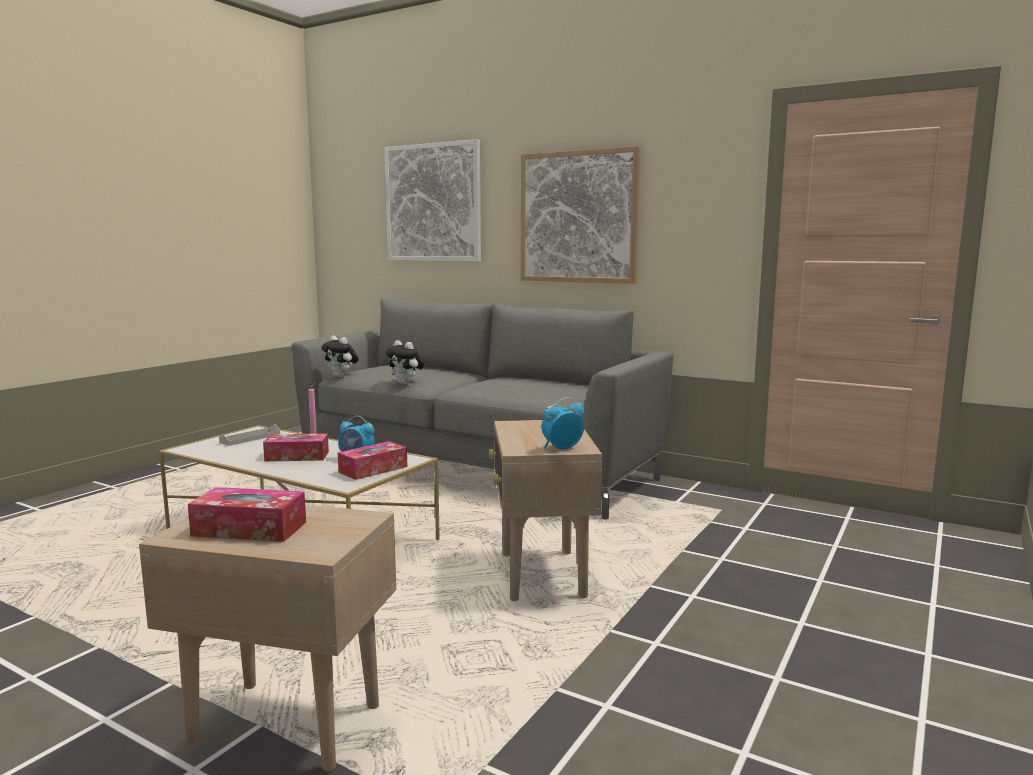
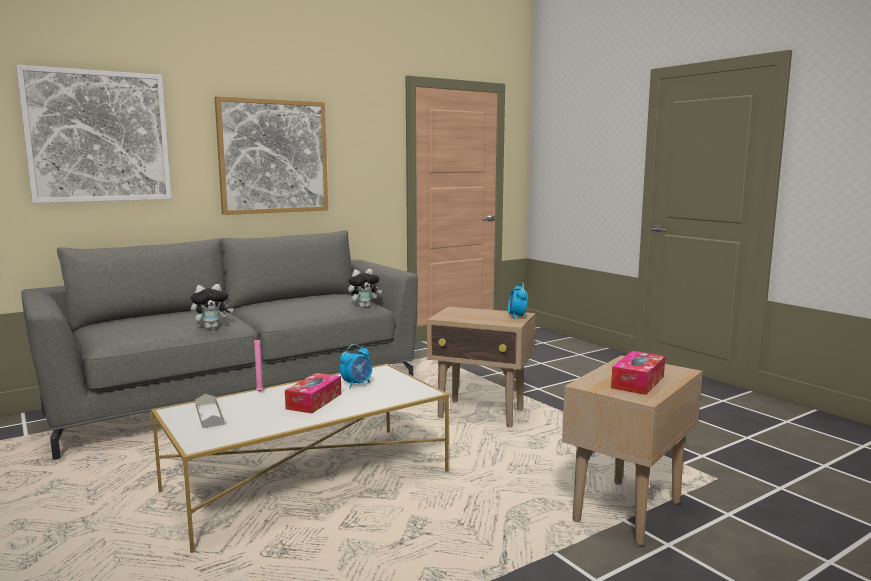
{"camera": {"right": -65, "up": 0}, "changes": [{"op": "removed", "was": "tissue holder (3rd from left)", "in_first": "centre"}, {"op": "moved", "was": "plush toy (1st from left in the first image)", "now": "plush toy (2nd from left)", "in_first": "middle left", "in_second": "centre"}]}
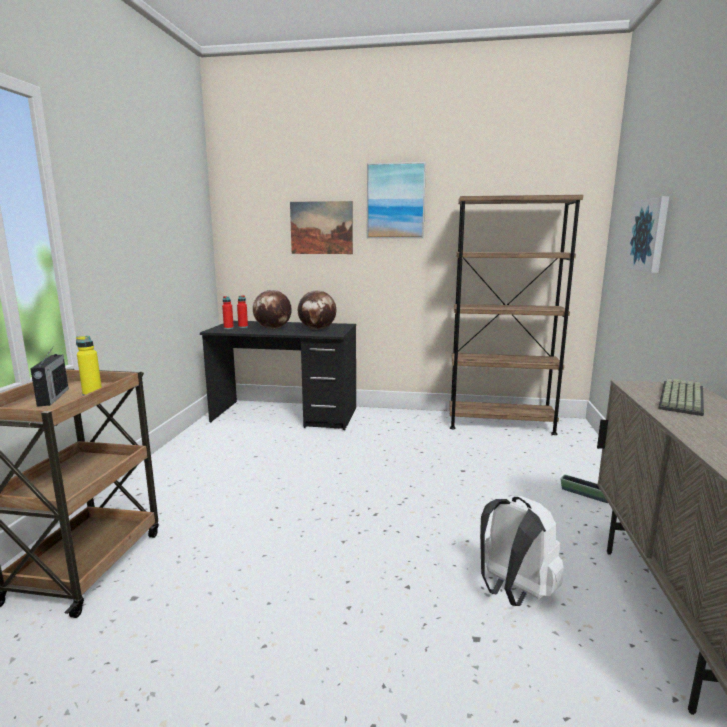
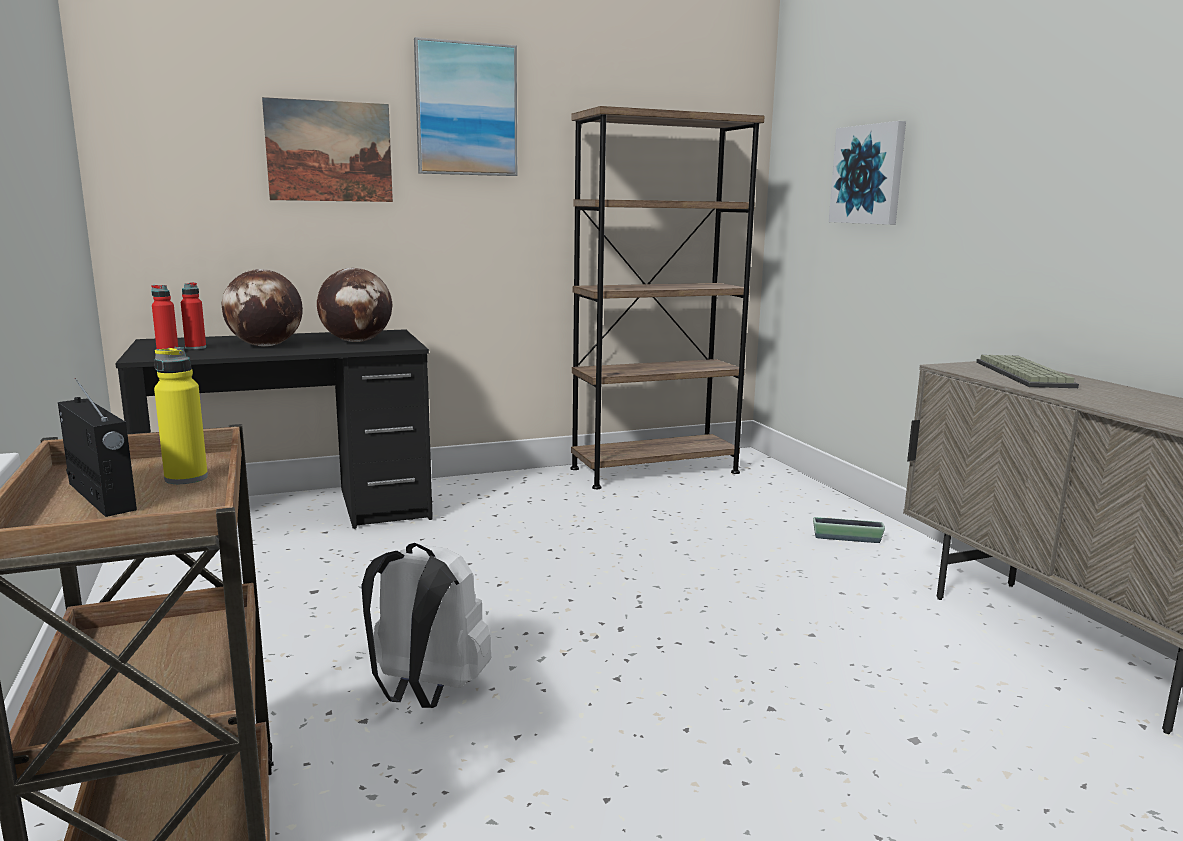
{"camera": {"right": -30, "up": 0}, "changes": [{"op": "moved", "was": "whitish knapsack", "in_first": "bottom right", "in_second": "bottom centre"}]}
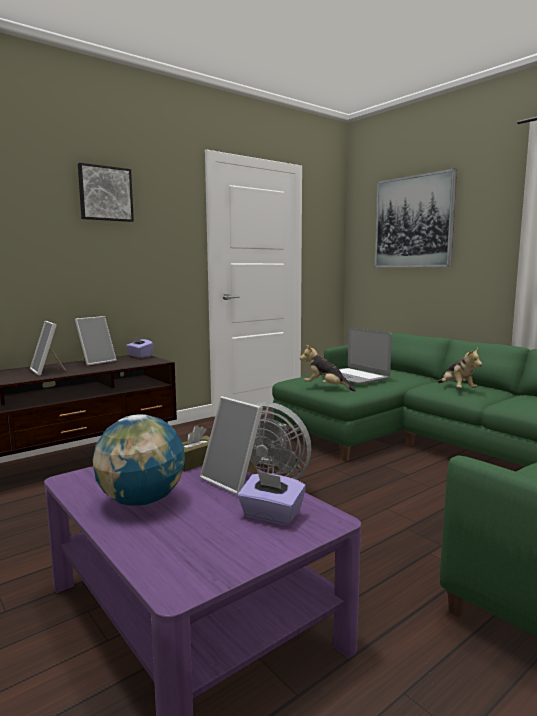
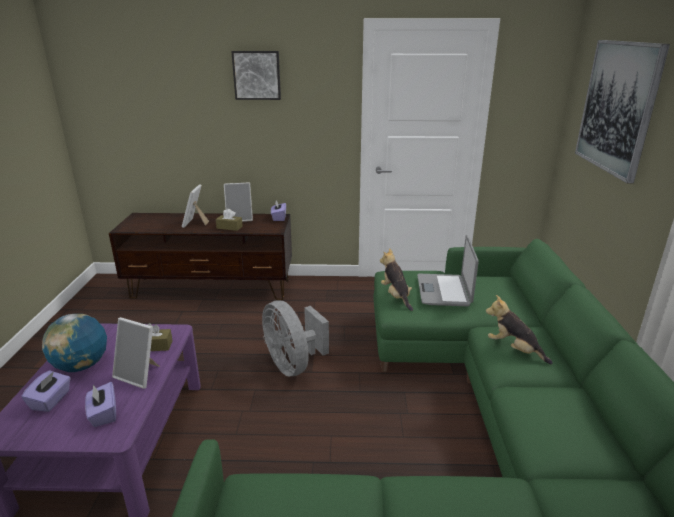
{"camera": {"right": 40, "up": 15}, "changes": [{"op": "added", "now": "purple tissue holder (1st from left)", "in_second": "bottom left"}, {"op": "added", "now": "brownish tissue holder (2nd from left)", "in_second": "centre"}, {"op": "turned", "was": "picture frame (3rd from left in the first image)", "in_first": "centre", "in_second": "bottom left", "clockwise": -60}, {"op": "turned", "was": "plush toy (2nd from left)", "in_first": "middle right", "in_second": "middle right", "clockwise": 105}]}
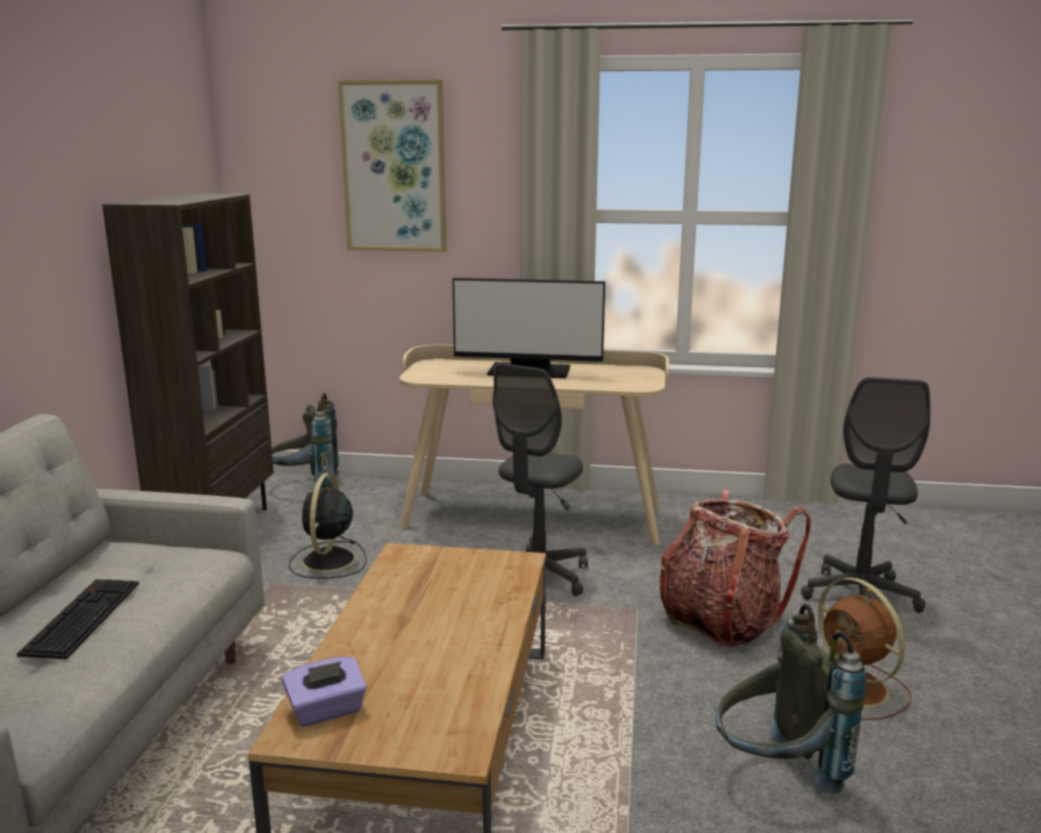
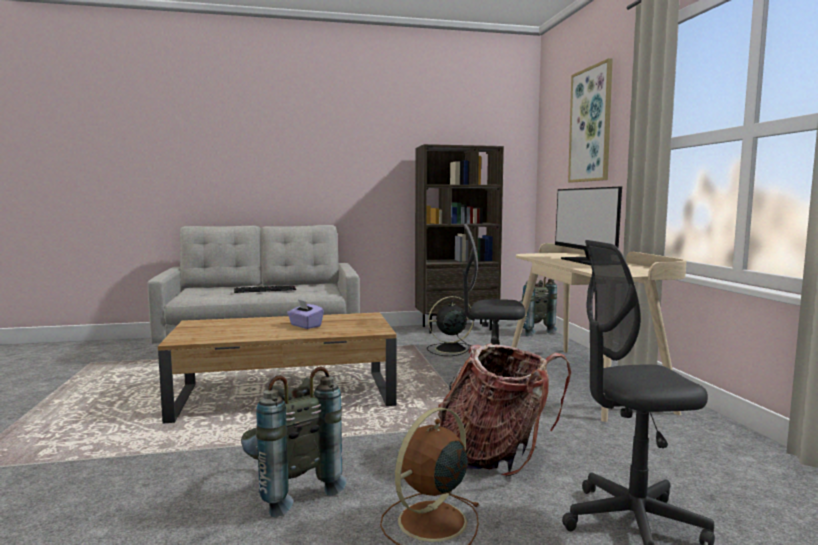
{"camera": {"right": 70, "up": -10}, "changes": [{"op": "moved", "was": "purple tissue holder", "in_first": "bottom left", "in_second": "centre"}]}
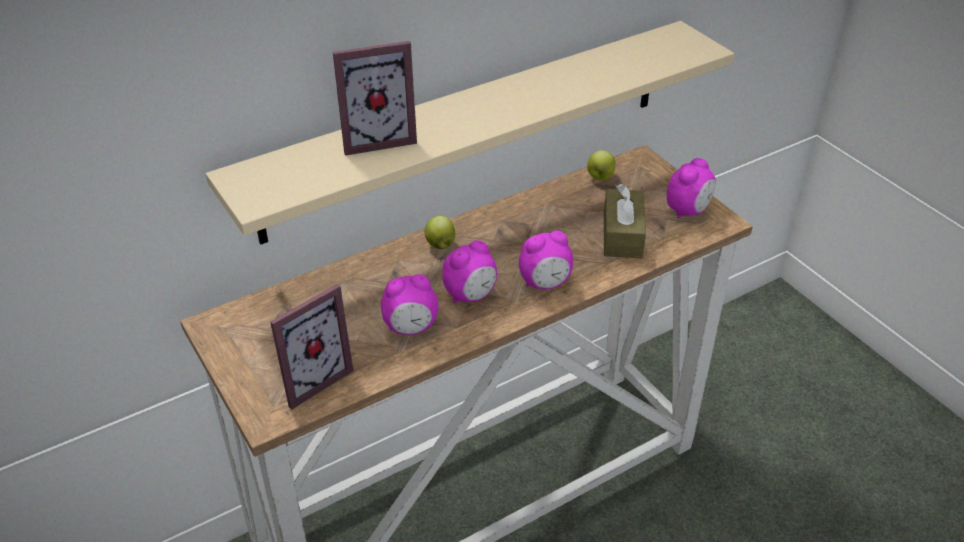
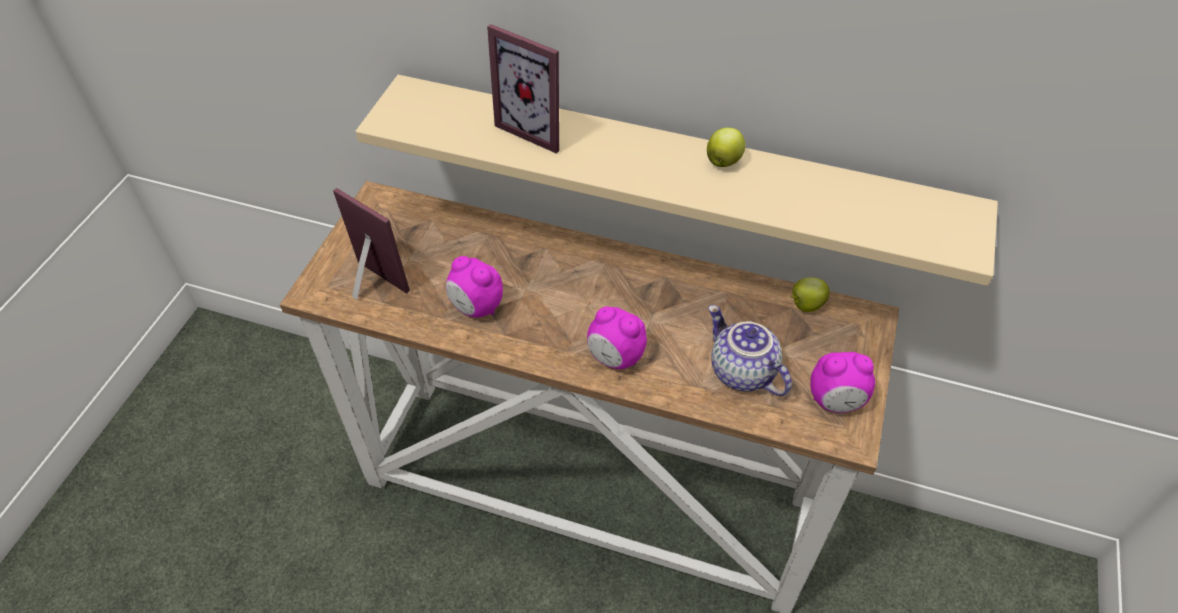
{"camera": {"right": 50, "up": 10}, "changes": [{"op": "removed", "was": "alarm clock (2nd from left)", "in_first": "centre"}, {"op": "moved", "was": "apple fruit (1st from left)", "in_first": "centre", "in_second": "top centre"}, {"op": "replaced", "was": "brownish tissue holder", "now": "pot for tea", "in_first": "centre", "in_second": "centre"}, {"op": "turned", "was": "picture frame (1st from left)", "in_first": "middle left", "in_second": "middle left", "clockwise": -150}]}
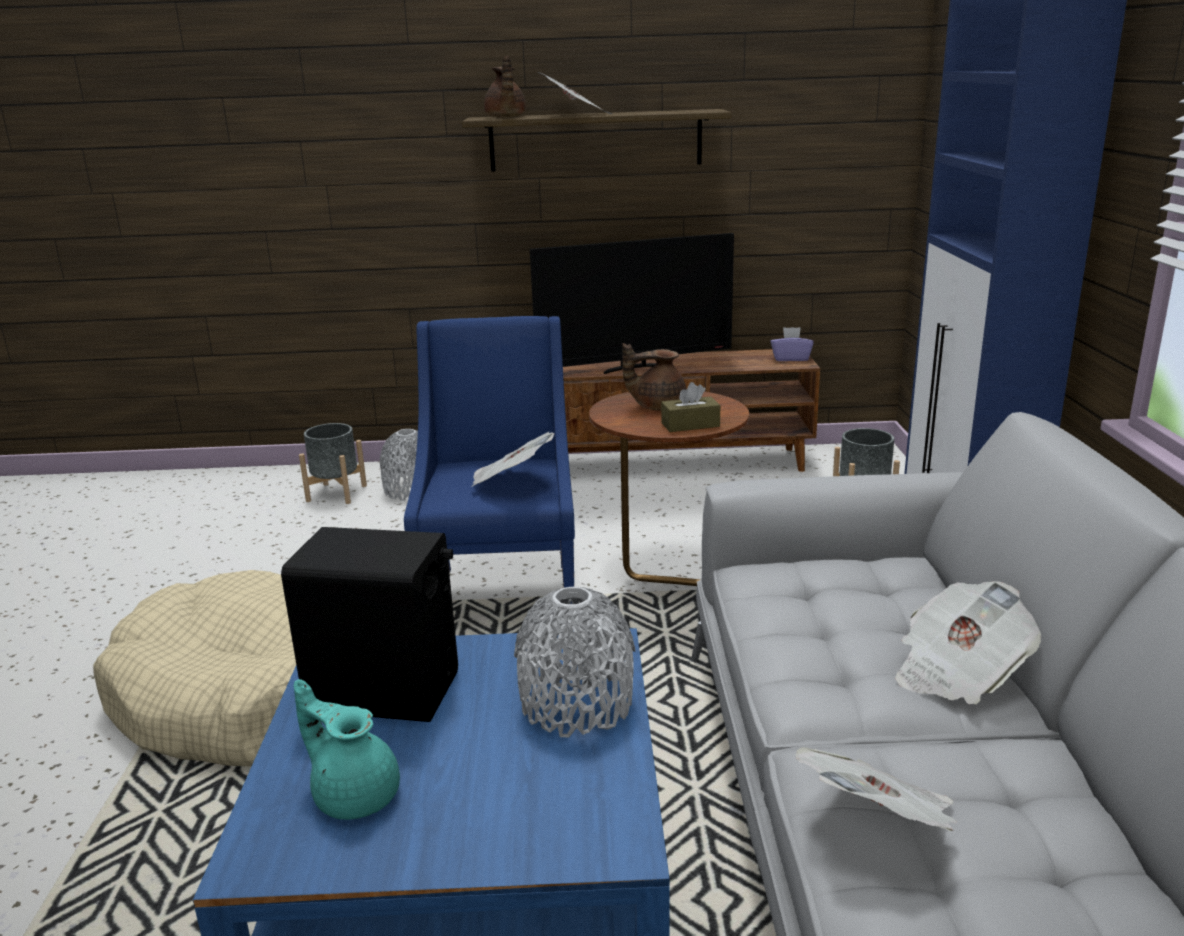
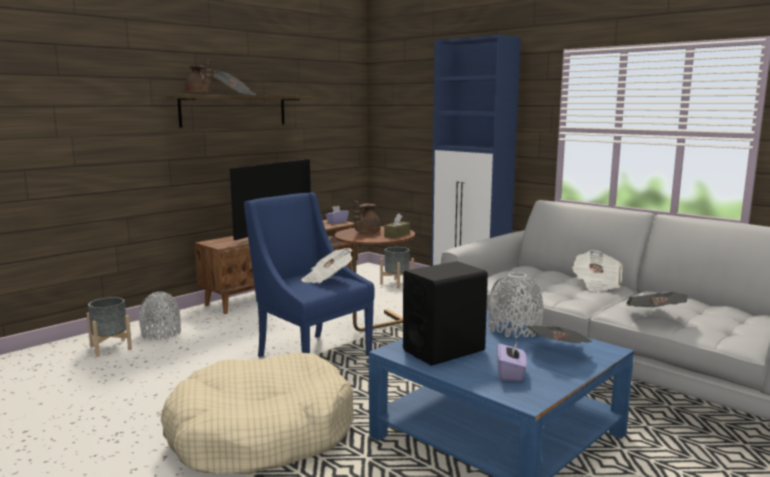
{"camera": {"right": -45, "up": -10}, "changes": [{"op": "added", "now": "printed paper (3rd from left)", "in_second": "bottom right"}, {"op": "replaced", "was": "turquoise pot for tea", "now": "purple tissue holder (2nd from left)", "in_first": "bottom left", "in_second": "bottom centre"}]}
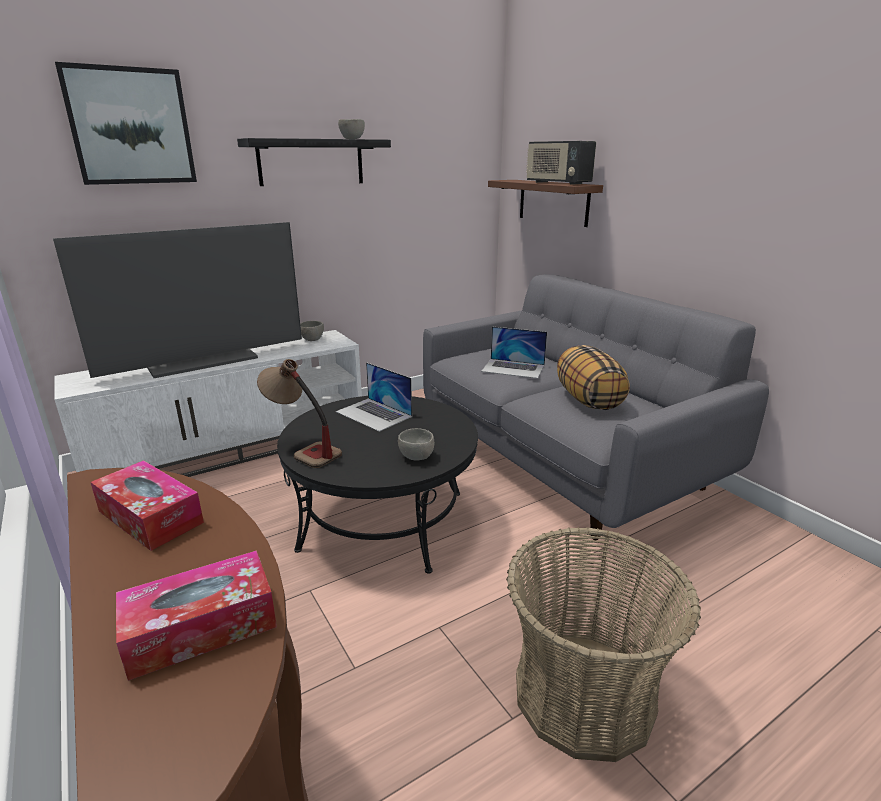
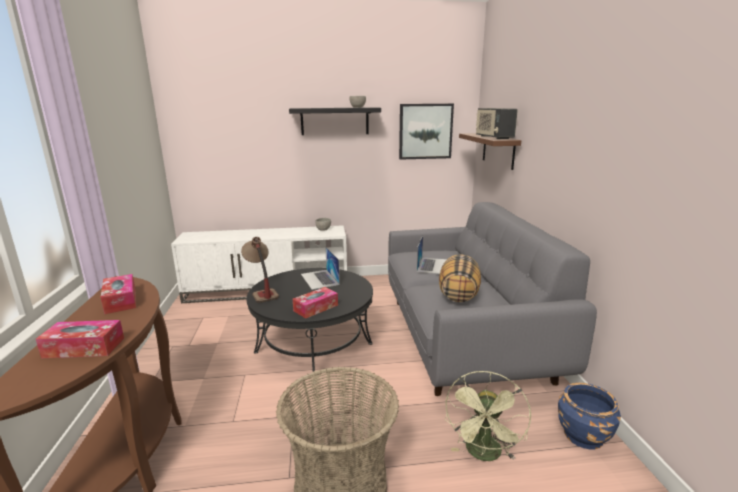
{"camera": {"right": 25, "up": -5}, "changes": [{"op": "removed", "was": "television", "in_first": "middle left"}, {"op": "added", "now": "greenish fan", "in_second": "bottom centre"}, {"op": "added", "now": "blue-coloured plant pot", "in_second": "bottom right"}, {"op": "moved", "was": "wall picture", "in_first": "top left", "in_second": "top centre"}, {"op": "replaced", "was": "grey bowl (3rd from left)", "now": "tissue holder (3rd from left)", "in_first": "centre", "in_second": "centre"}, {"op": "turned", "was": "portable computer (2nd from left)", "in_first": "centre", "in_second": "centre", "clockwise": -120}]}
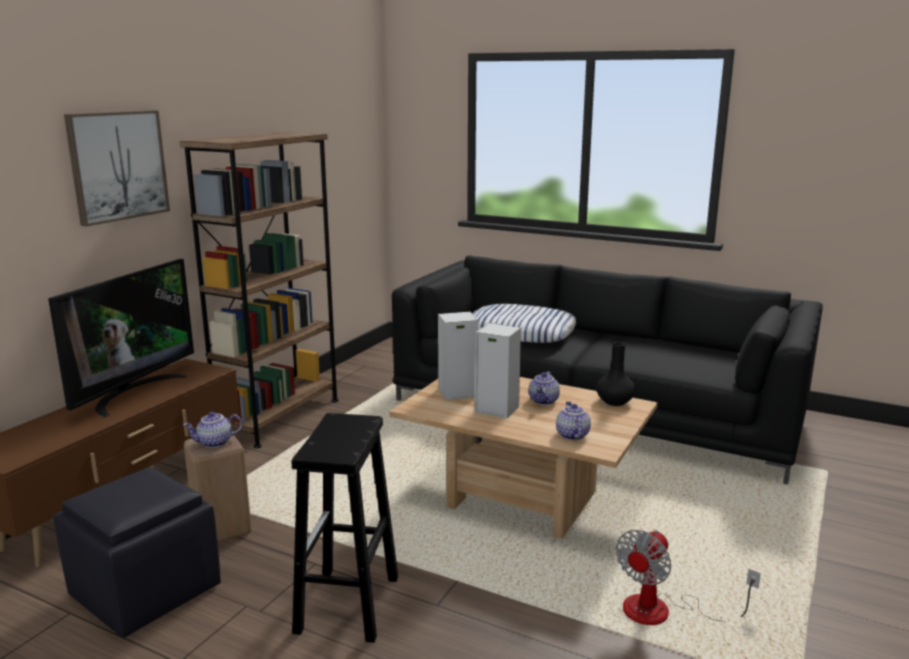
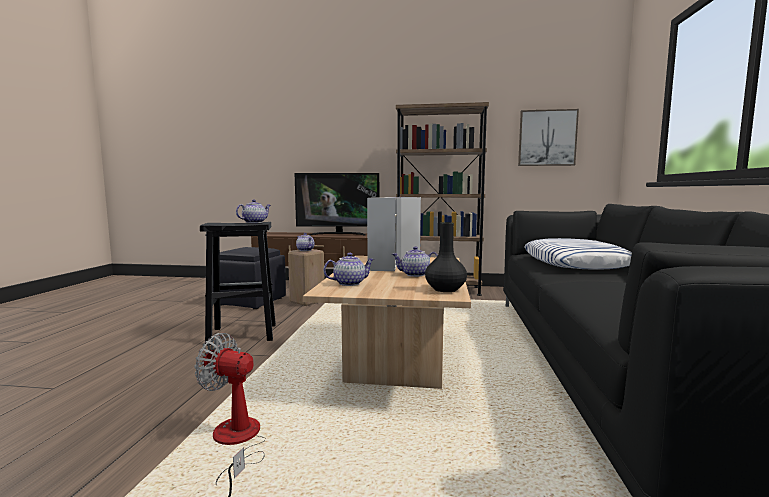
{"camera": {"right": 70, "up": -10}, "changes": [{"op": "added", "now": "pot for tea (1st from left)", "in_second": "middle left"}, {"op": "moved", "was": "wall picture", "in_first": "top left", "in_second": "top right"}]}
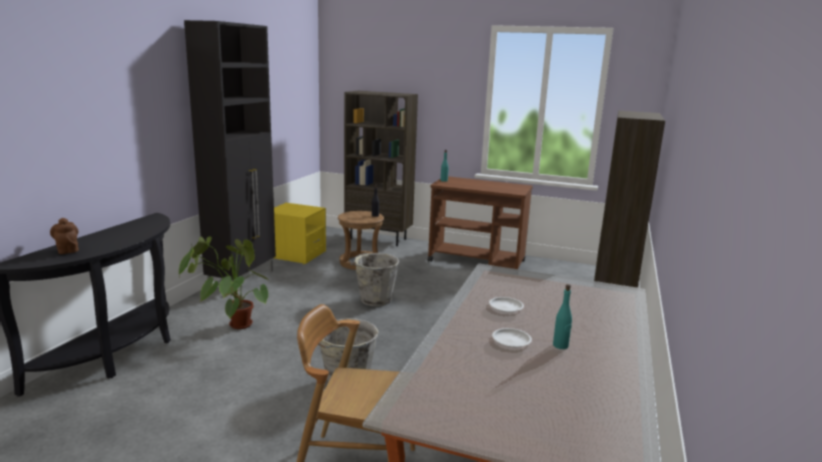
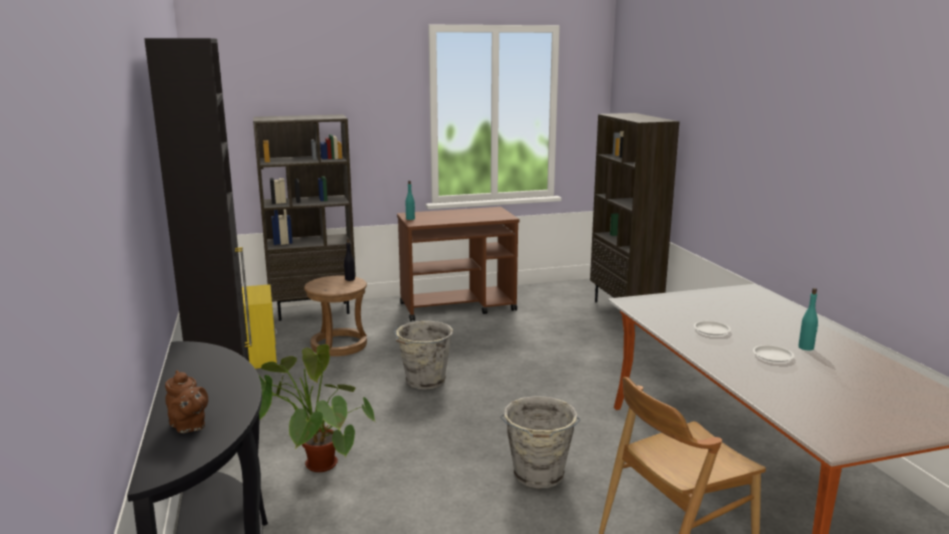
{"camera": {"right": -35, "up": 0}, "changes": [{"op": "turned", "was": "brownish pot for tea", "in_first": "middle left", "in_second": "bottom left", "clockwise": -150}]}
